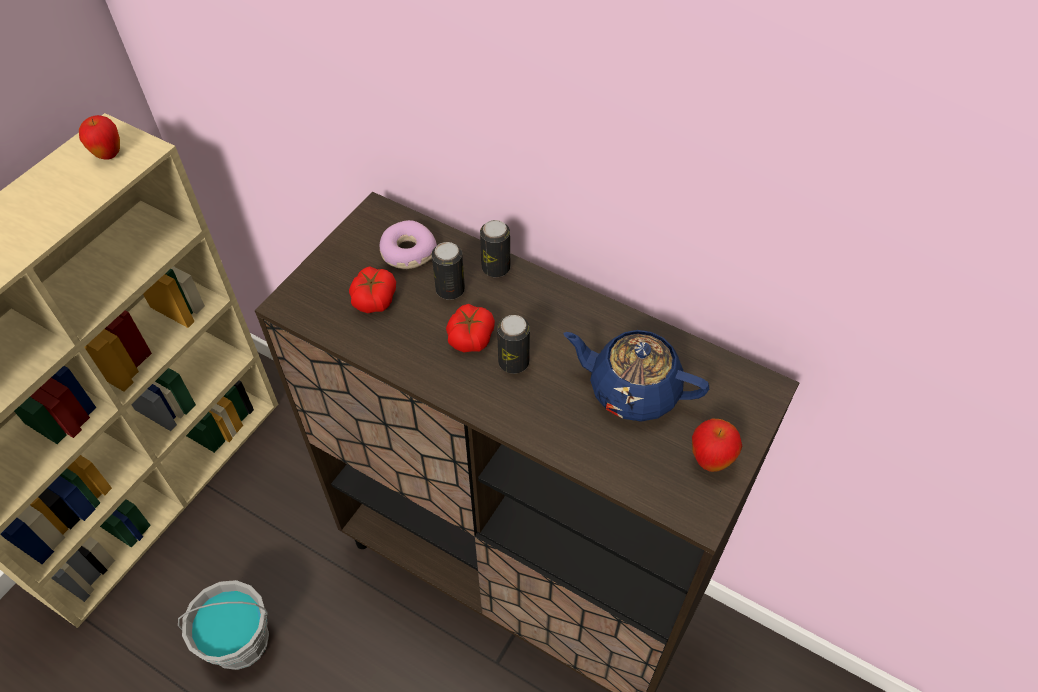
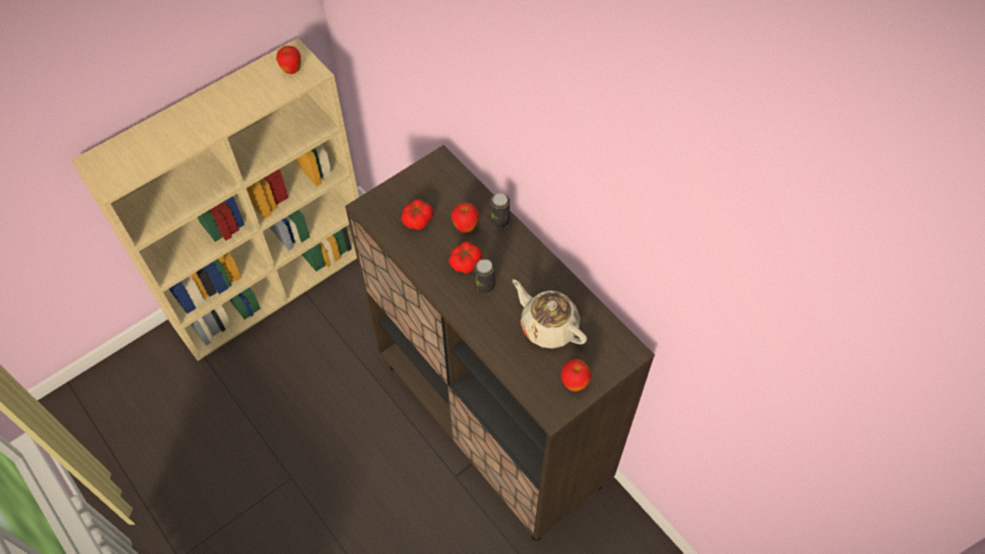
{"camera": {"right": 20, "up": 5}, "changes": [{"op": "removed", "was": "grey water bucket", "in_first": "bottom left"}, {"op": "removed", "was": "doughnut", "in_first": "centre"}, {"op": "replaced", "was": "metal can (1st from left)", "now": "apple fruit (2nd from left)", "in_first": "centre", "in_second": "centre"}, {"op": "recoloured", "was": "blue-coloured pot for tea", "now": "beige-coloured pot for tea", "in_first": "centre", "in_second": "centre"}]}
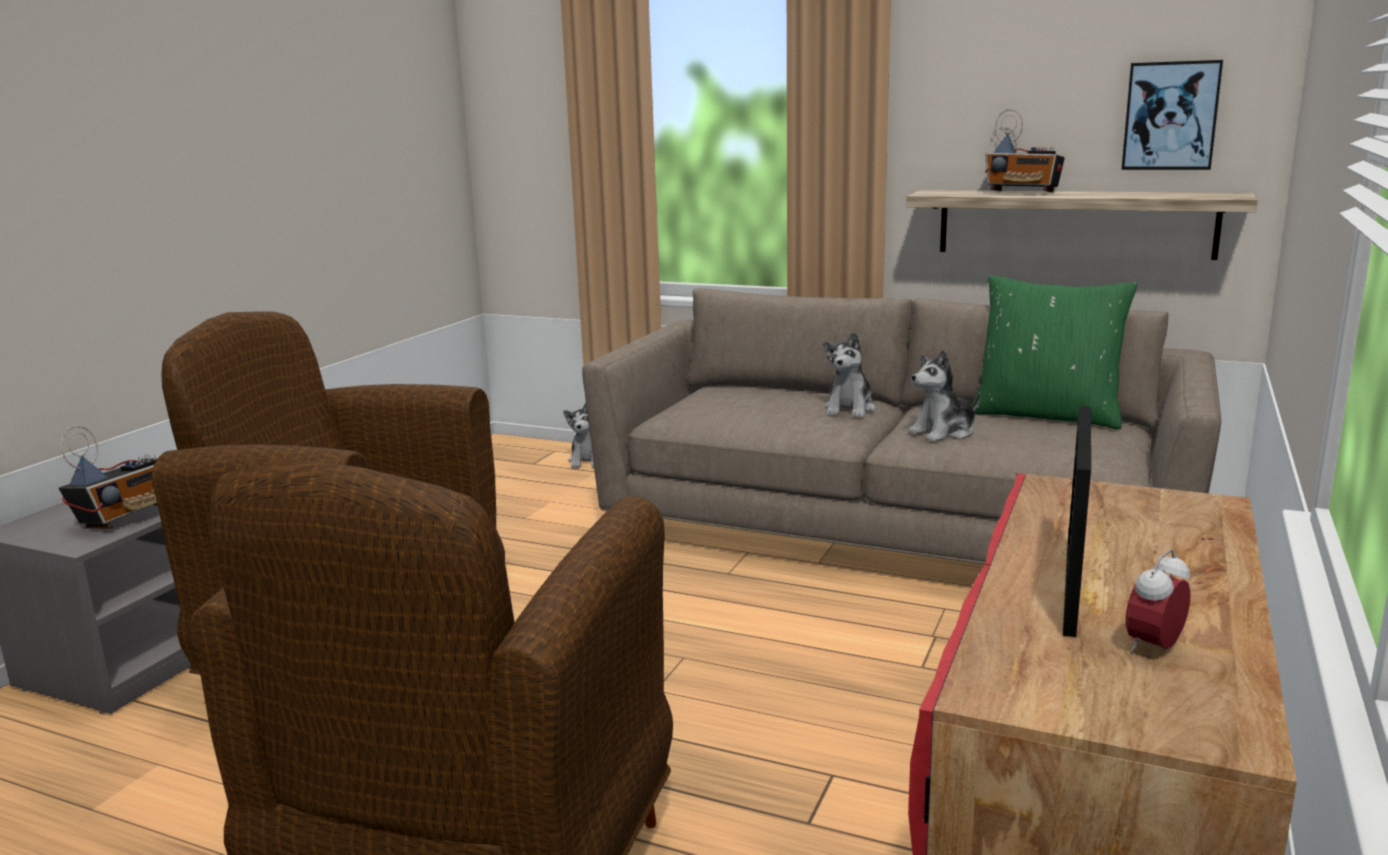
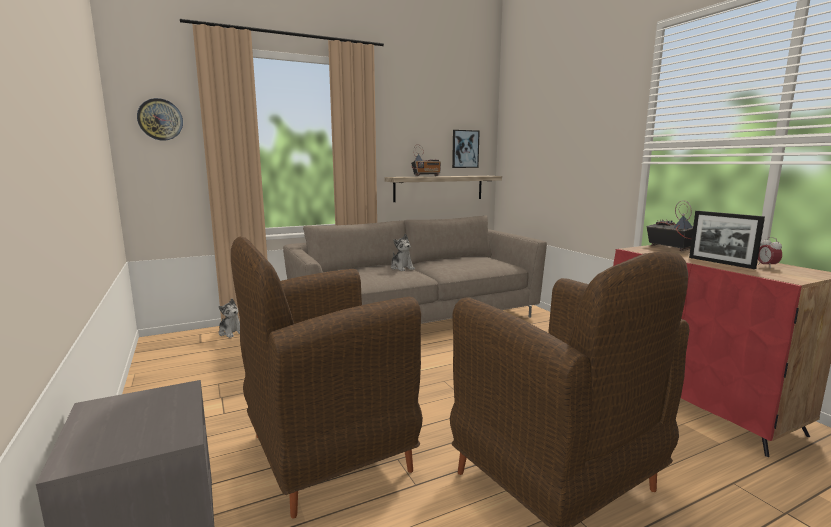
{"camera": {"right": -50, "up": -5}, "changes": [{"op": "removed", "was": "plush toy (3rd from left)", "in_first": "middle right"}, {"op": "removed", "was": "greenish pillow", "in_first": "middle right"}, {"op": "added", "now": "clock on the wall", "in_second": "top left"}, {"op": "moved", "was": "radio set (1st from left in the first image)", "now": "radio set (2nd from left)", "in_first": "middle left", "in_second": "middle right"}]}
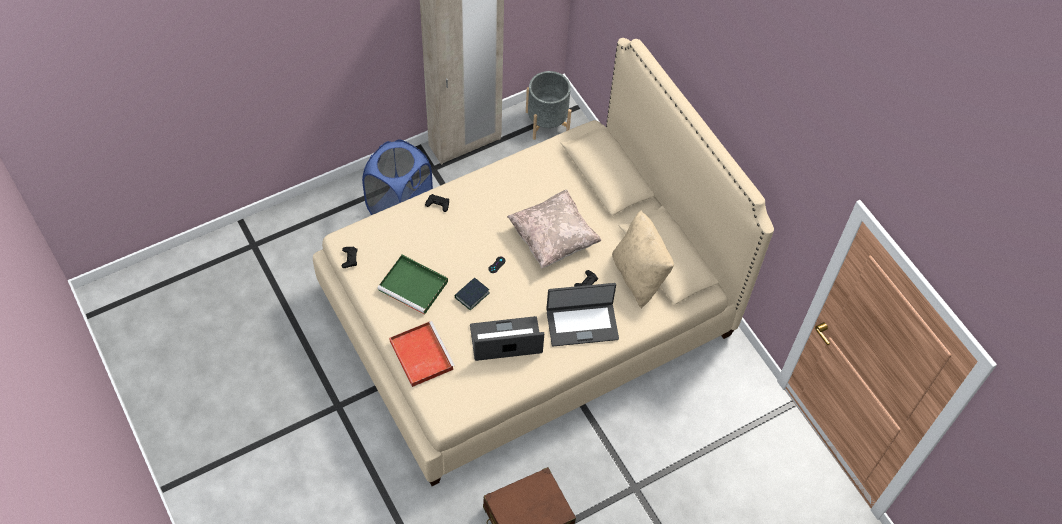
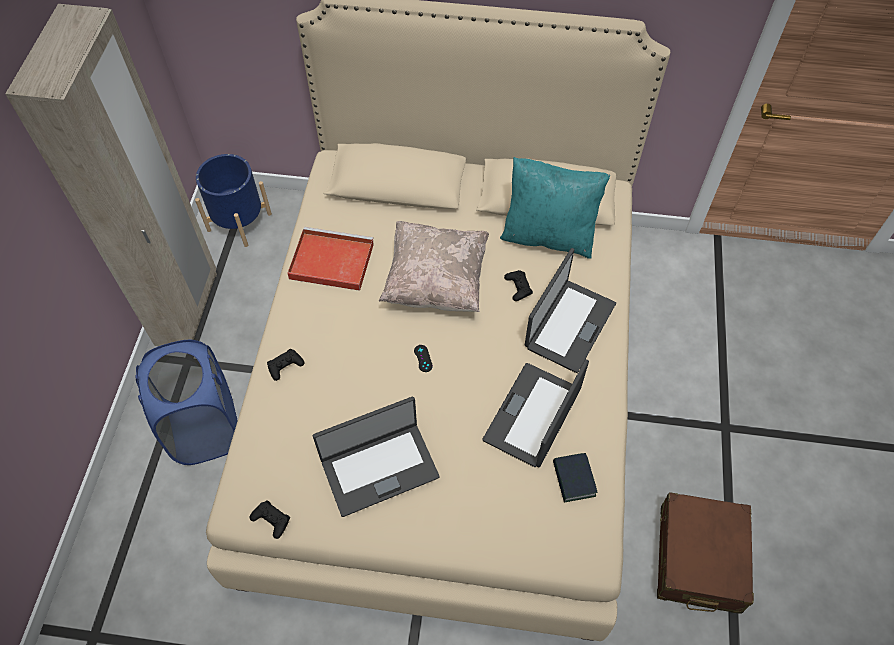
{"camera": {"right": -50, "up": 0}, "changes": [{"op": "moved", "was": "reddish tray", "in_first": "bottom centre", "in_second": "centre"}, {"op": "moved", "was": "volume", "in_first": "centre", "in_second": "bottom centre"}, {"op": "replaced", "was": "greenish tray", "now": "portable computer (1st from left)", "in_first": "centre", "in_second": "bottom centre"}, {"op": "recoloured", "was": "grey plant pot", "now": "blue-coloured plant pot", "in_first": "top centre", "in_second": "top left"}, {"op": "recoloured", "was": "beige-coloured pillow (2nd from left)", "now": "turquoise pillow", "in_first": "centre", "in_second": "top centre"}]}
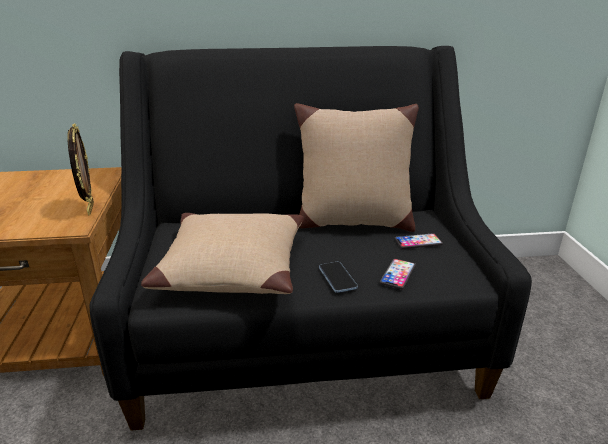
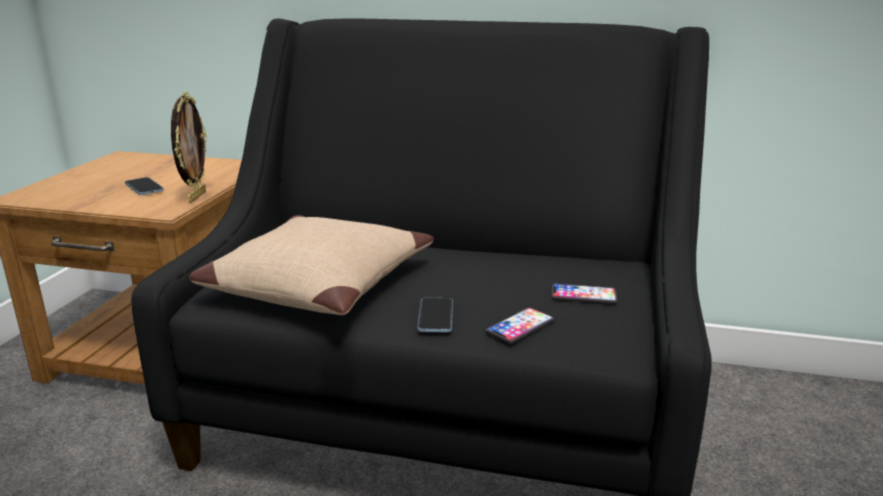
{"camera": {"right": 20, "up": -5}, "changes": [{"op": "removed", "was": "beige-coloured pillow (2nd from left)", "in_first": "centre"}, {"op": "added", "now": "phone (1st from left)", "in_second": "middle left"}]}
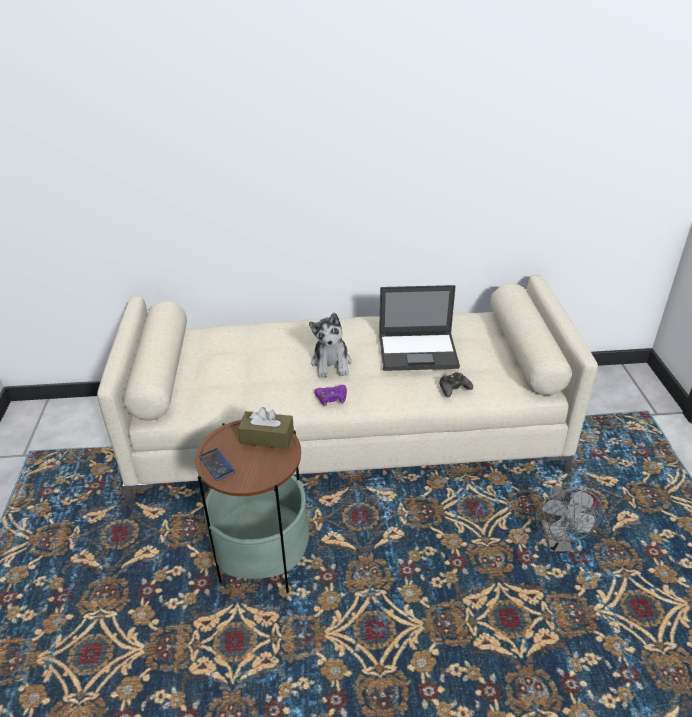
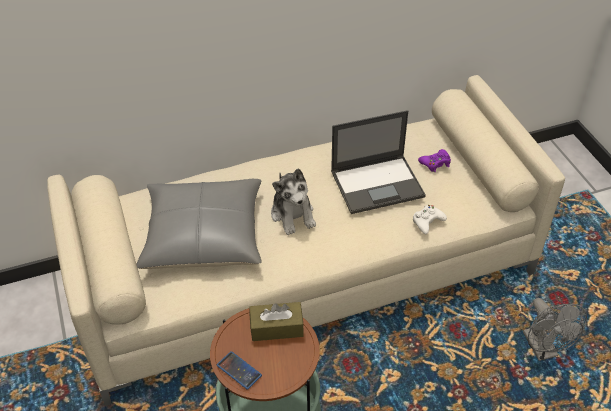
{"camera": {"right": -15, "up": 10}, "changes": [{"op": "added", "now": "grey pillow", "in_second": "middle left"}, {"op": "moved", "was": "purple joypad", "in_first": "centre", "in_second": "middle right"}, {"op": "recoloured", "was": "black joypad", "now": "whitish joypad", "in_first": "centre", "in_second": "middle right"}]}
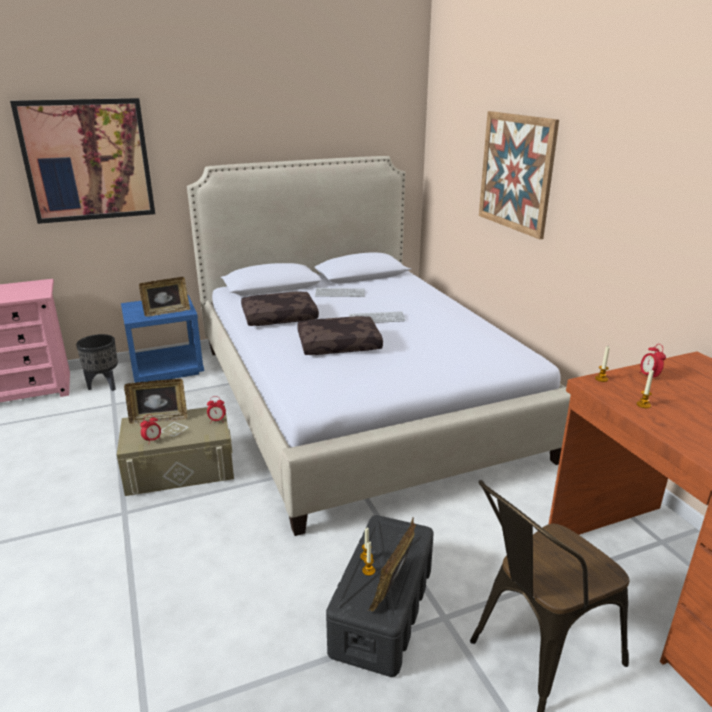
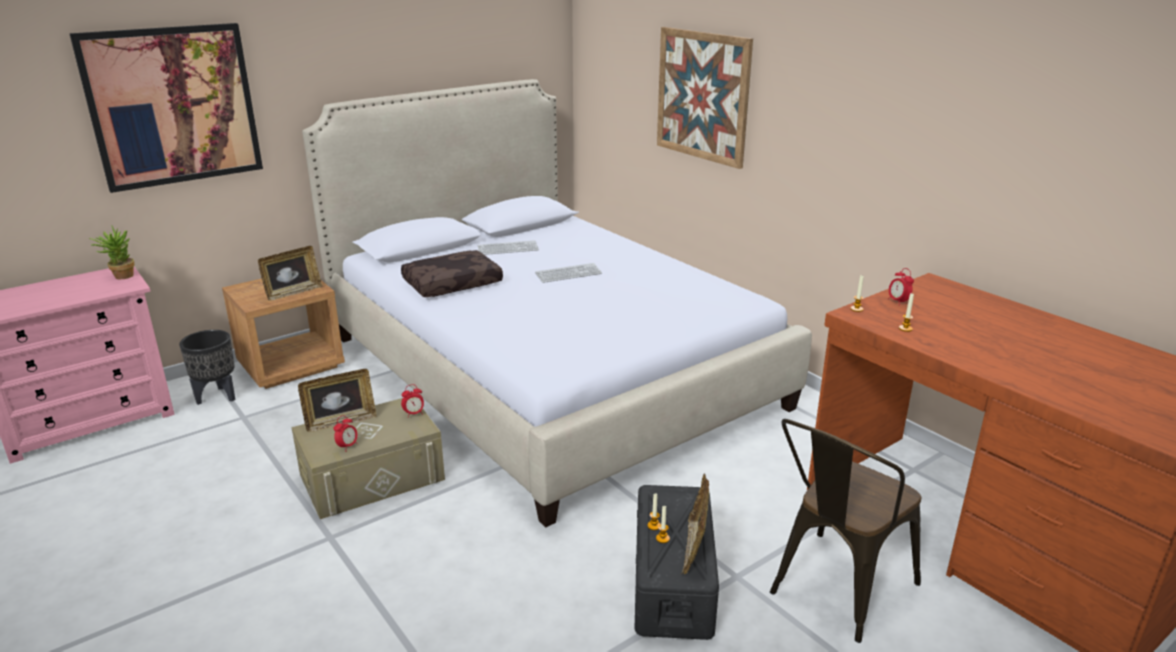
{"camera": {"right": -15, "up": 0}, "changes": [{"op": "removed", "was": "brownish pillow (2nd from left)", "in_first": "centre"}, {"op": "added", "now": "potted plant", "in_second": "middle left"}, {"op": "recoloured", "was": "blue-coloured bedside table", "now": "brownish bedside table", "in_first": "middle left", "in_second": "middle left"}]}
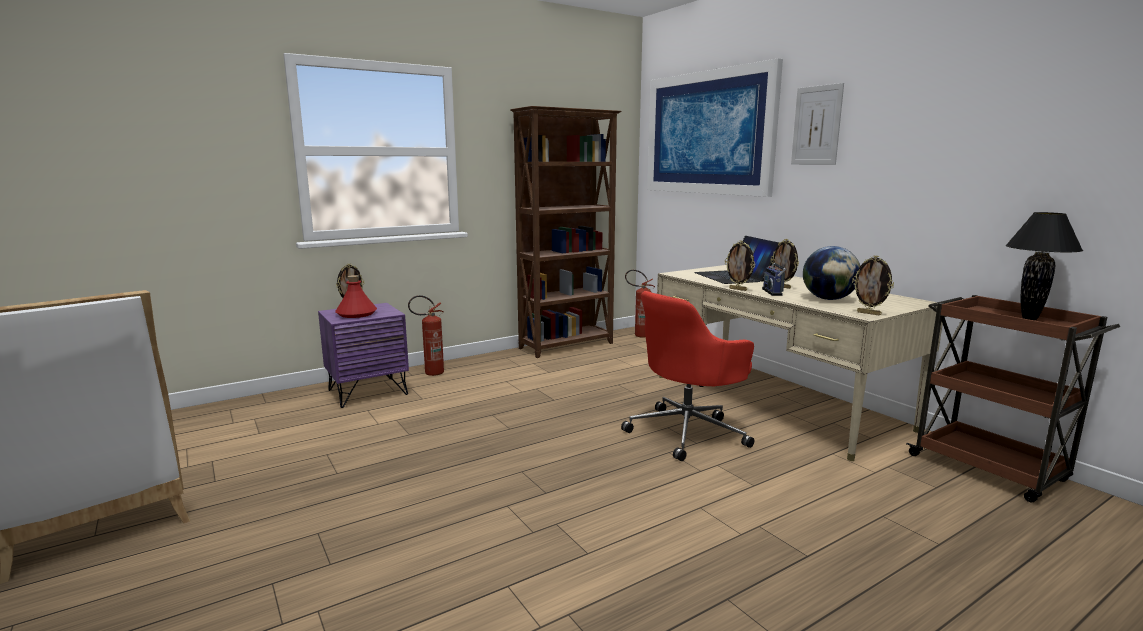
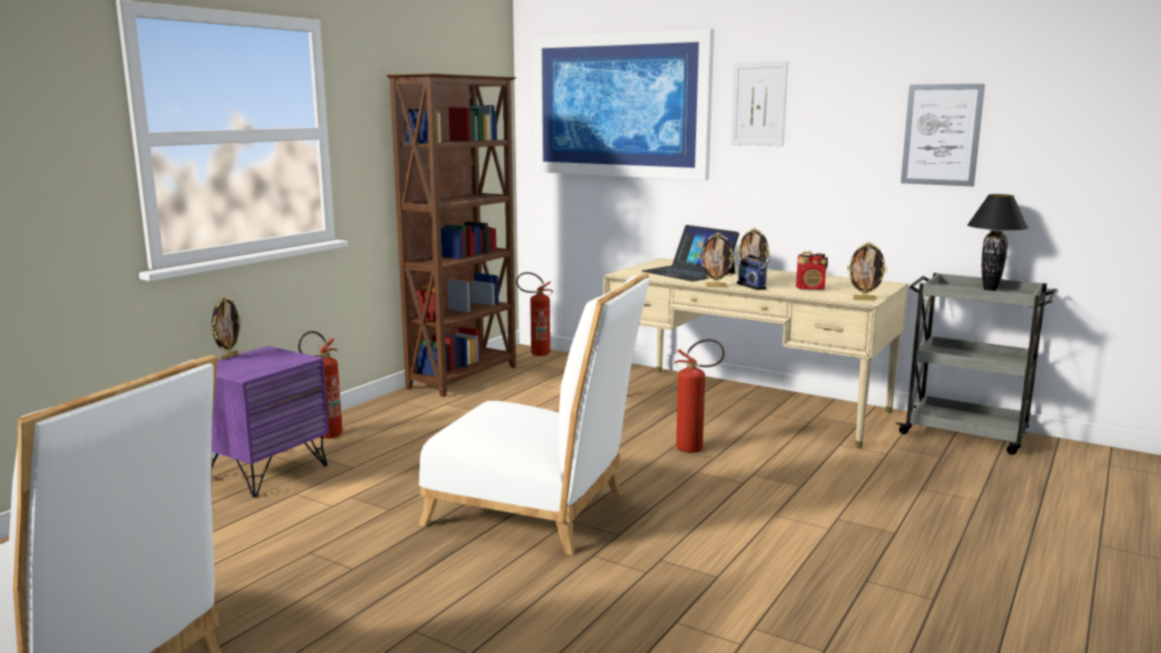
{"camera": {"right": -25, "up": 0}, "changes": [{"op": "removed", "was": "reddish bottle", "in_first": "middle left"}, {"op": "added", "now": "whitish chair (2nd from left)", "in_second": "centre"}, {"op": "added", "now": "wall picture (3rd from left)", "in_second": "top right"}, {"op": "replaced", "was": "reddish desk chair", "now": "fire-fighting cylinder (3rd from left)", "in_first": "centre", "in_second": "centre"}, {"op": "replaced", "was": "globe", "now": "radio set (2nd from left)", "in_first": "middle right", "in_second": "middle right"}, {"op": "recoloured", "was": "brownish wheeled cart", "now": "grey wheeled cart", "in_first": "middle right", "in_second": "middle right"}]}
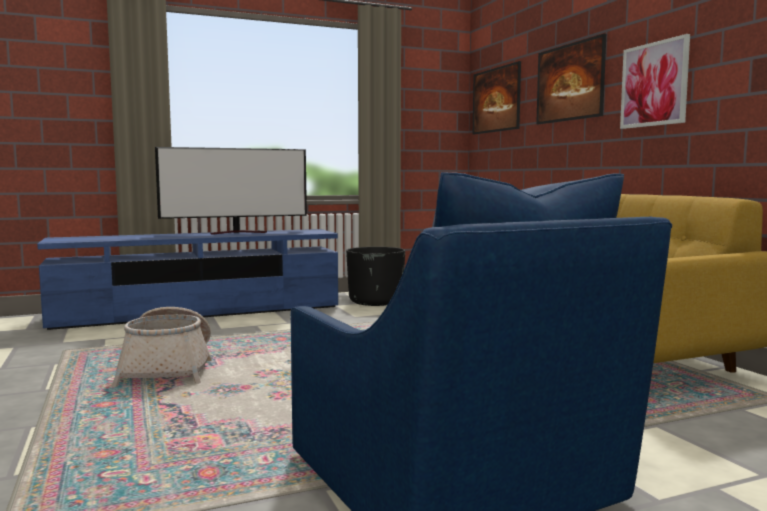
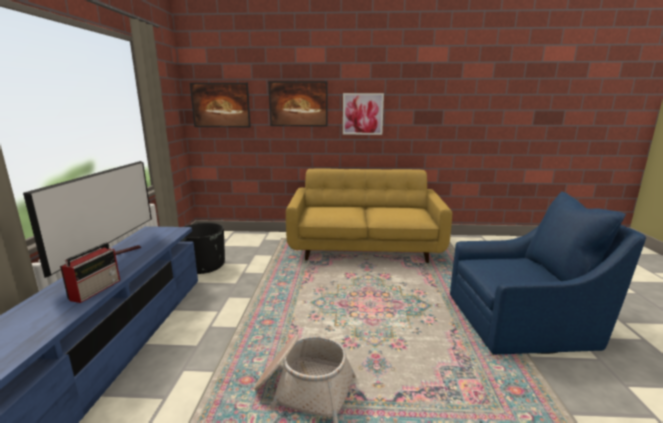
{"camera": {"right": -65, "up": 10}, "changes": [{"op": "added", "now": "radio set", "in_second": "middle left"}]}
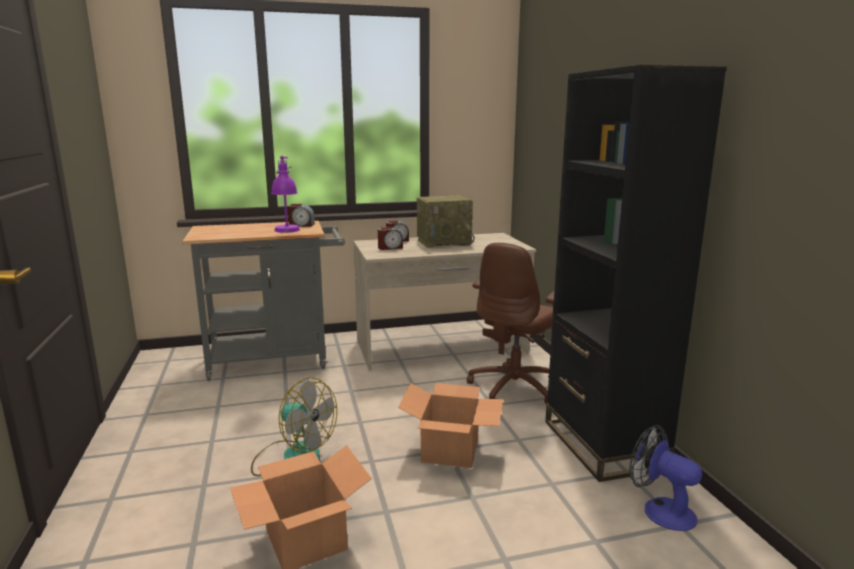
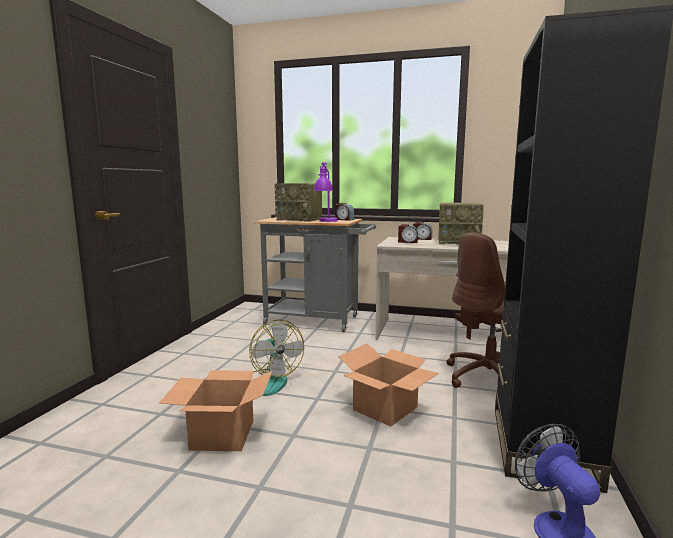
{"camera": {"right": 30, "up": -5}, "changes": [{"op": "added", "now": "radio set (1st from left)", "in_second": "centre"}]}
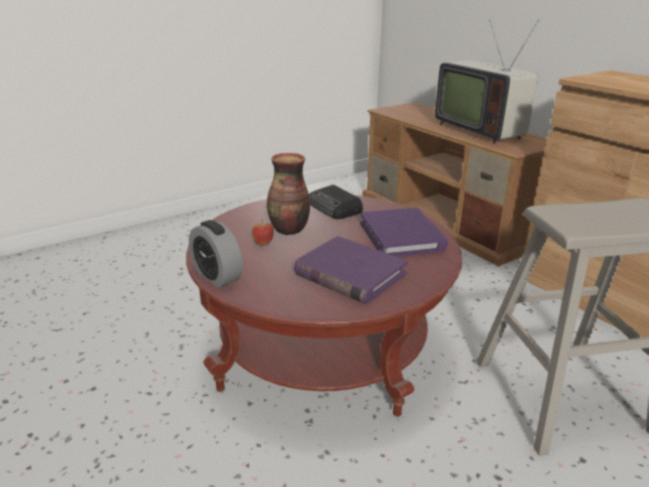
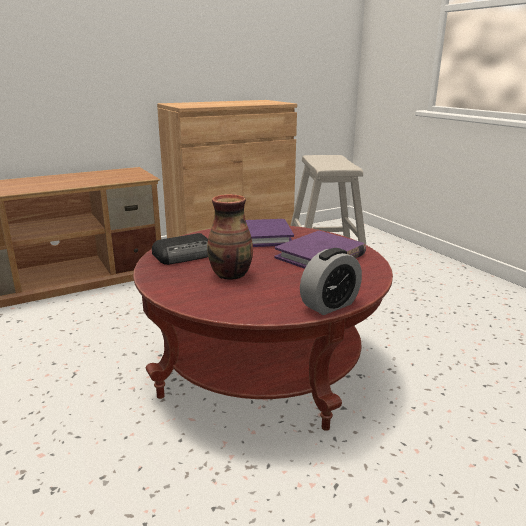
{"camera": {"right": -85, "up": -5}, "changes": [{"op": "removed", "was": "apple fruit", "in_first": "centre"}, {"op": "removed", "was": "television", "in_first": "top right"}]}
